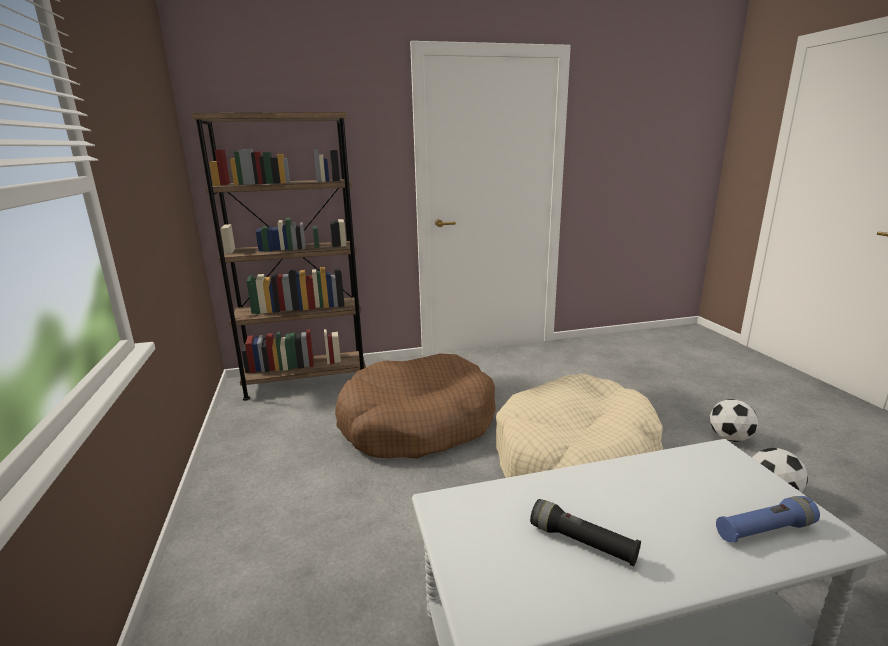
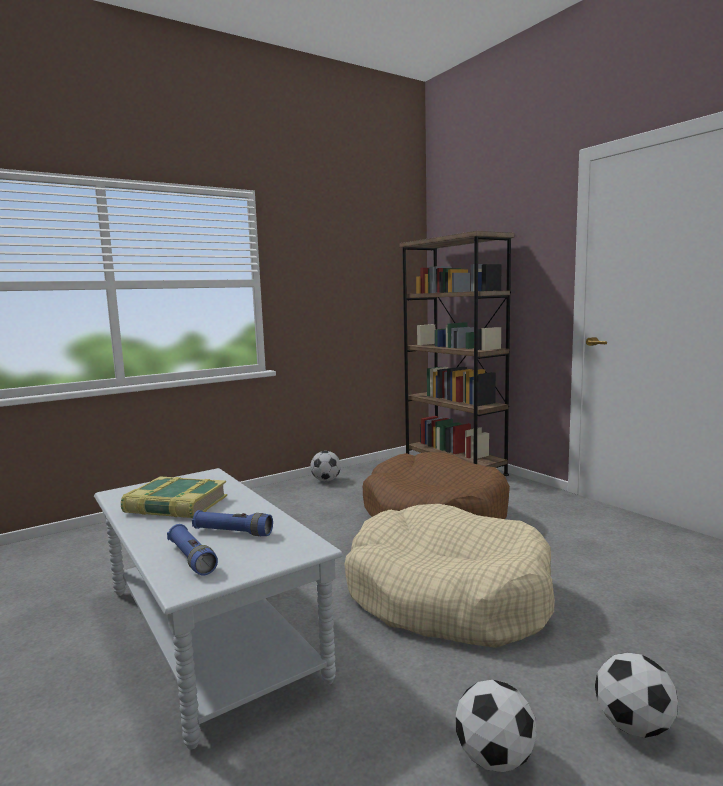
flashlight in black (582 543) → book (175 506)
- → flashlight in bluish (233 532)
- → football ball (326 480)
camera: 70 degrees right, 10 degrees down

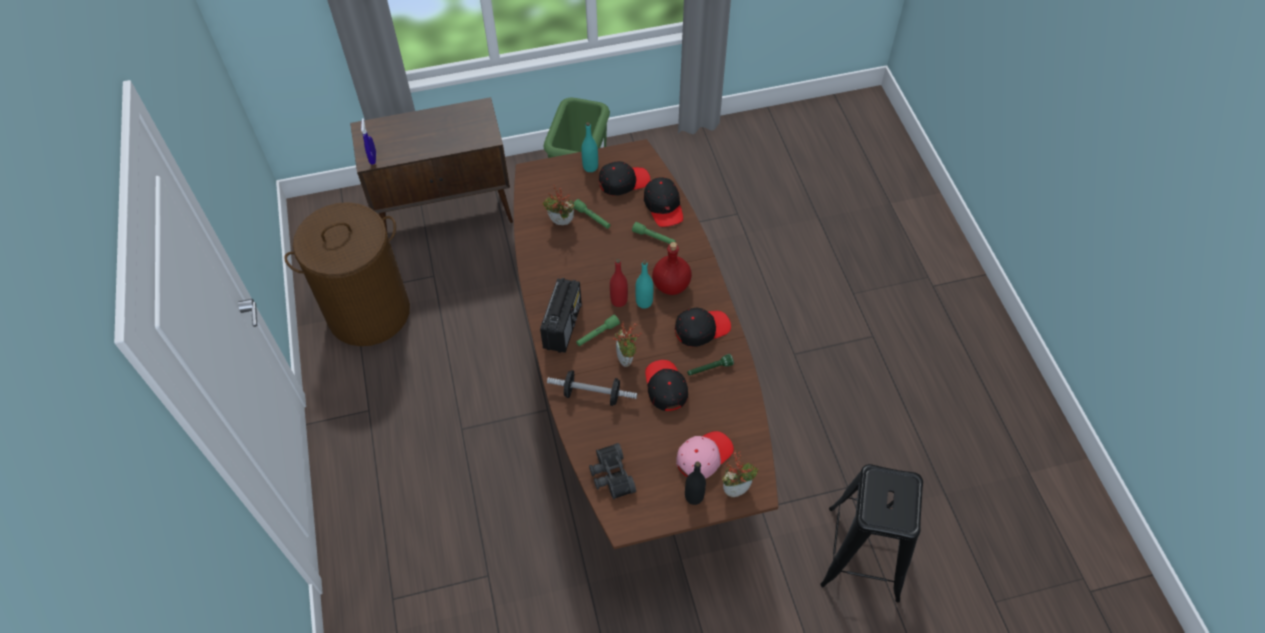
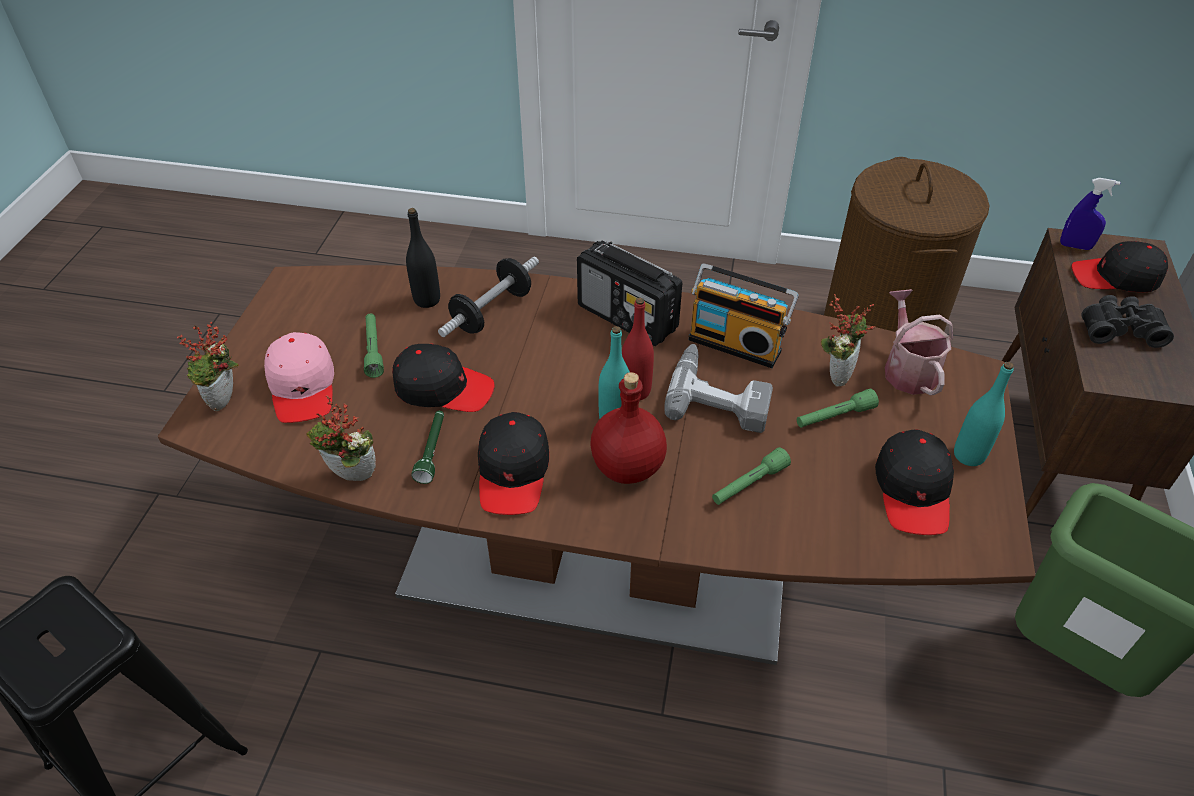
flashlight in greenish (597 334) → flashlight in greenish (373 350), moved
binoculars in black (610 476) → binoculars in black (1119 328), moved
houseplant (627 360) → houseplant (351 479), moved
cap in black (664 206) → cap in black (1115 277), moved
bottle in black (694 496) → bottle in black (427 300), moved
- → electric drill (719 395)
- → radio (736 343)
- → sprinkling can (907 369)
camera: 115 degrees right, 10 degrees down

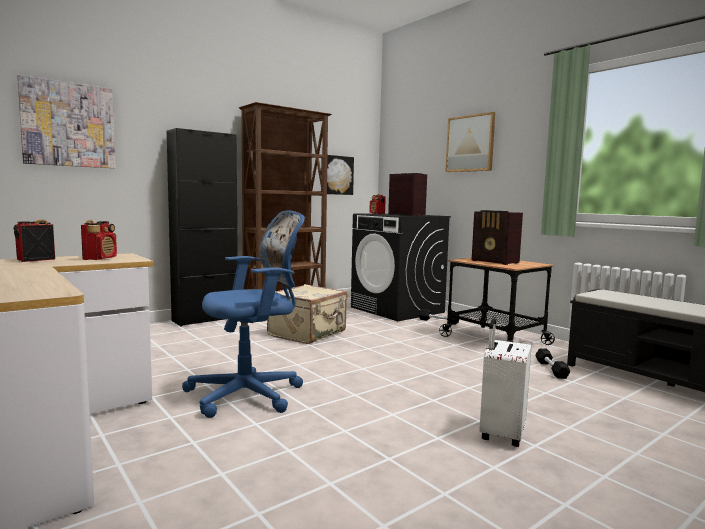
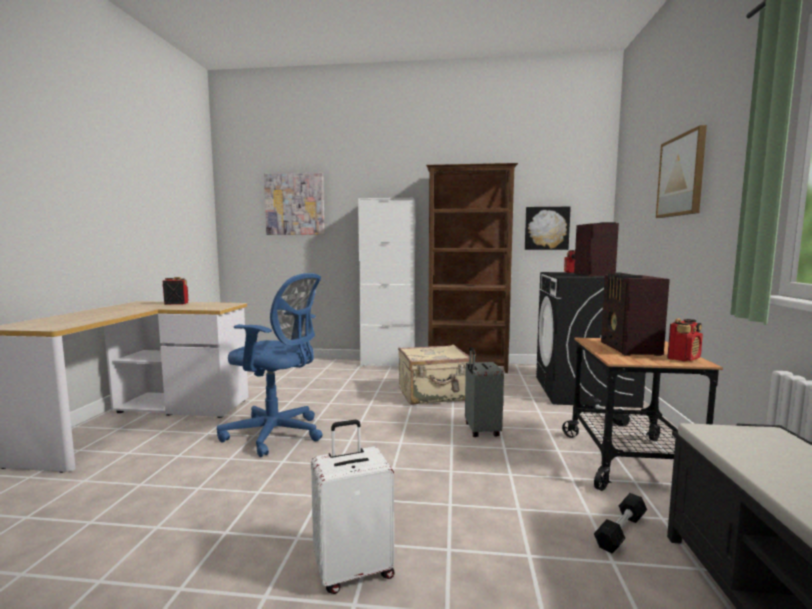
radio (100 258) → radio (684 358), moved
cupboard in black (205 319) → cupboard in white-coloured (388 363)
- → suitcase in grey (481 430)
camera: 45 degrees right, 0 degrees up

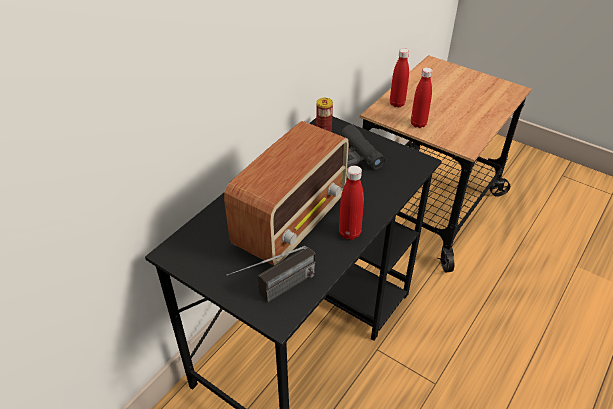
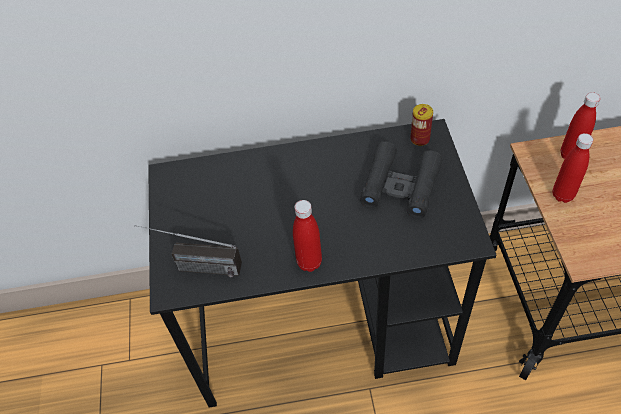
radio (292 221) → -
camera: 50 degrees right, 10 degrees up

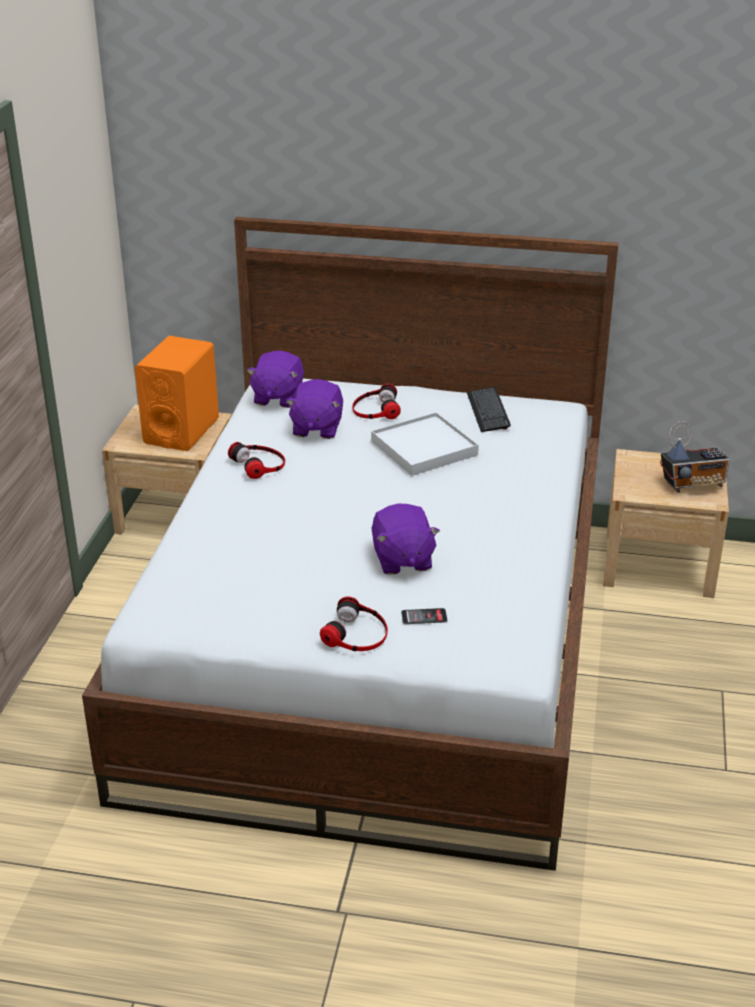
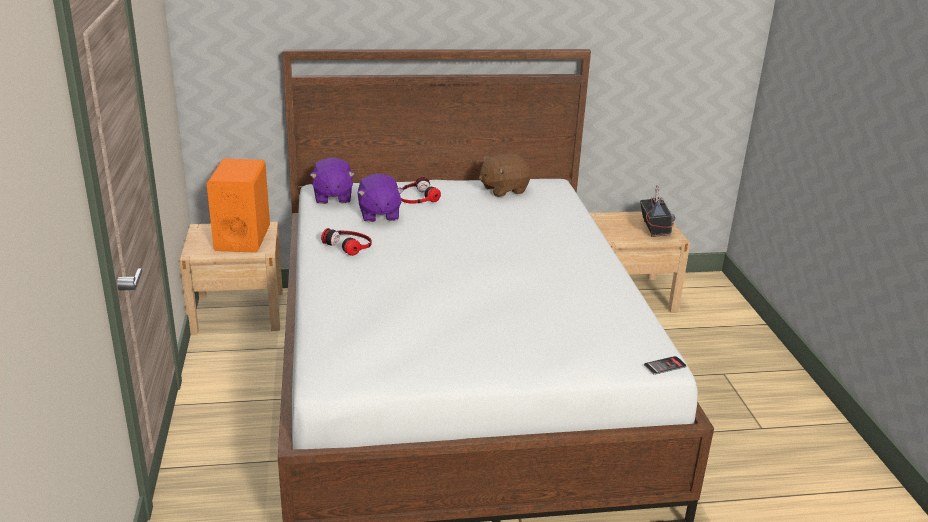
headphones (357 634) → -
serving tray in white-coloured (424 448) → -
soft toy in purple-coloured (402 560) → -
handset (424 617) → handset (665 366), moved
computer keyboard (488 411) → soft toy in brownish (503 189)
radio (693 484) → radio (654 229), 60 degrees counterclockwise
camera: 20 degrees left, 5 degrees down

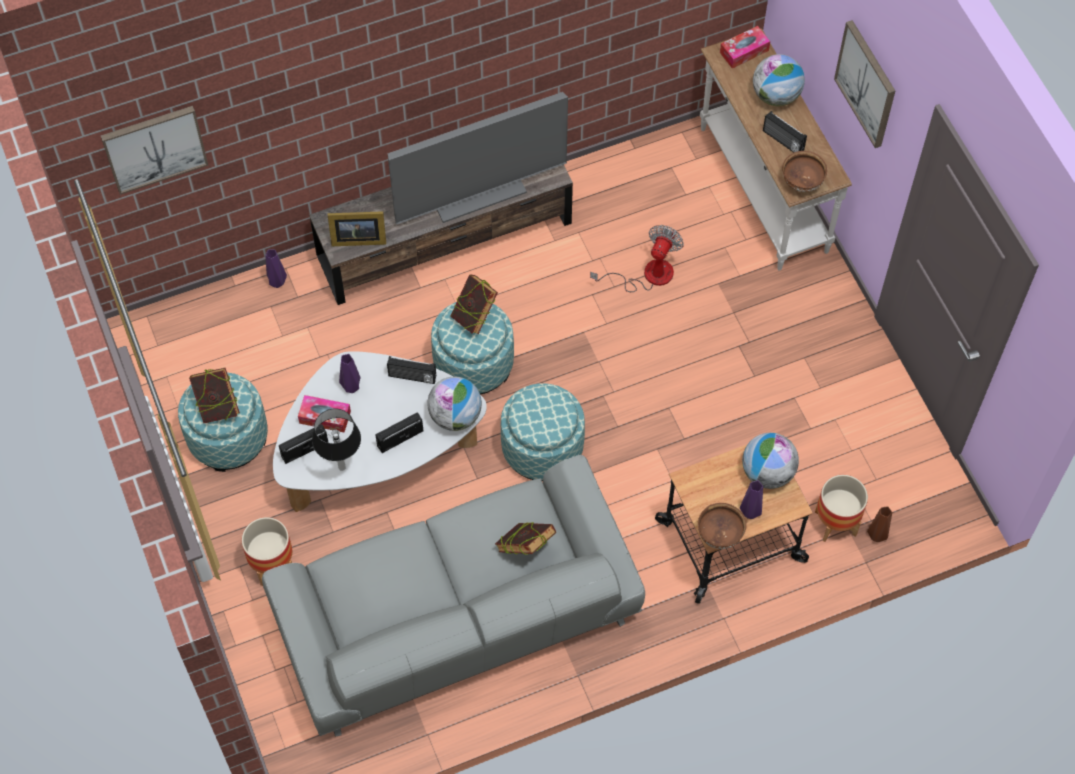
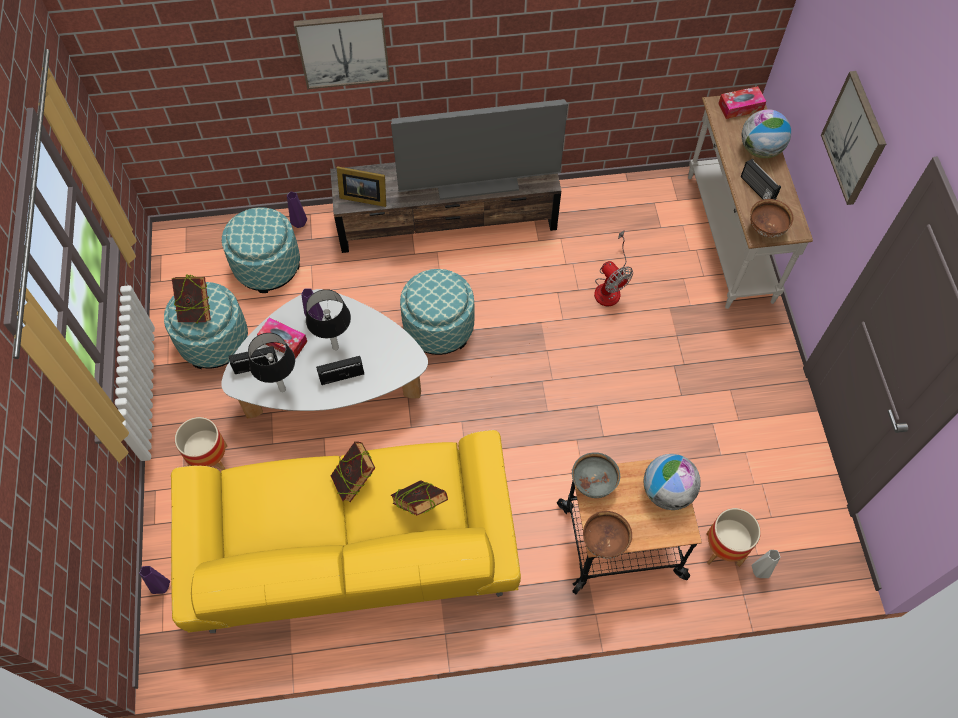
wall art (154 148) → wall art (343 50), moved
settee in grey (455 618) → settee in yellow-coloured (351 550)
radio (412 377) → -
world globe (455 416) → -
book (474 316) → book (355 480), moved
ottoman (542 448) → ottoman (267 266), moved
fan (647 275) → fan (609 286), 105 degrees clockwise
flower vase in purple-coloured (751 511) → flower vase in purple-coloured (162 586), moved
flower vase in brownish (876 535) → flower vase in grey (758 571)
- → table lamp (335 347)
- → serving bowl in grey (593 484)
camera: 15 degrees right, 0 degrees up

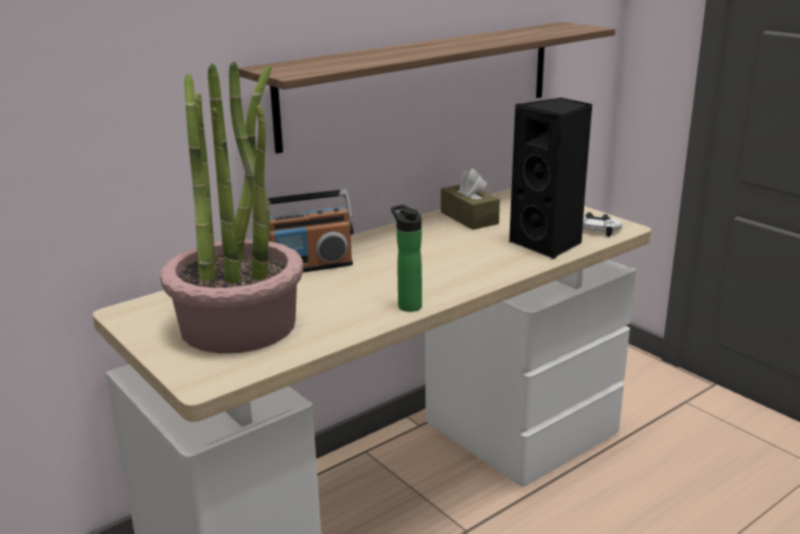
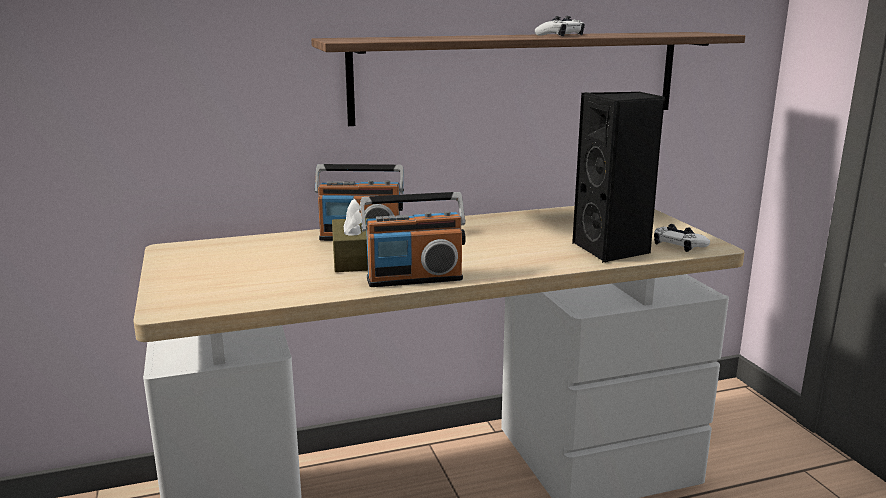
houseplant (239 324) → -
bottle (407 305) → radio (414 279)
box of tissues in brownish (469 218) → box of tissues in brownish (353 259), moved
- → game controller in white-coloured (560 35)
camera: 20 degrees right, 5 degrees down

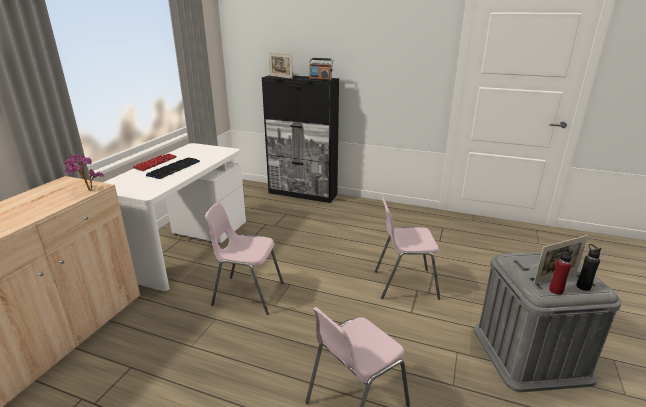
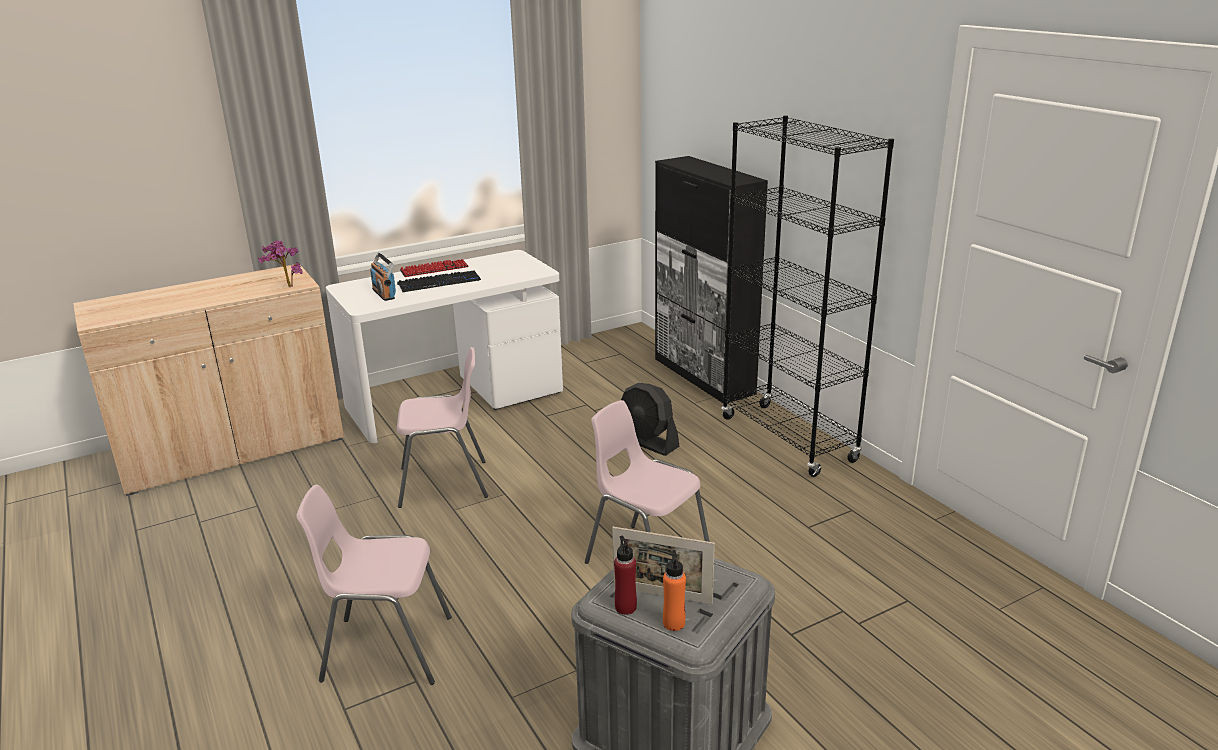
upright chair in pink (247 294) → upright chair in pink (445 483), 120 degrees clockwise
photo frame (281 77) → -
radio (320 79) → radio (384 294), moved
bottle in black (583 286) → bottle in orange (674 623)
- → fan in black (647 442)
- → bookcase in black (788 439)
camera: 40 degrees right, 0 degrees up

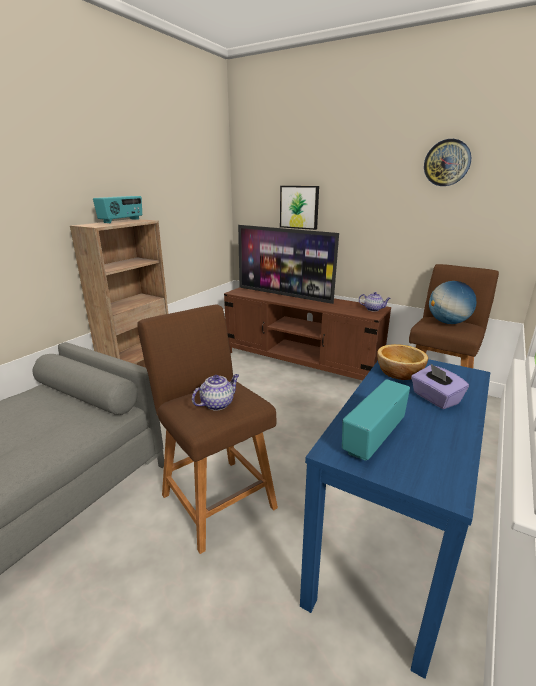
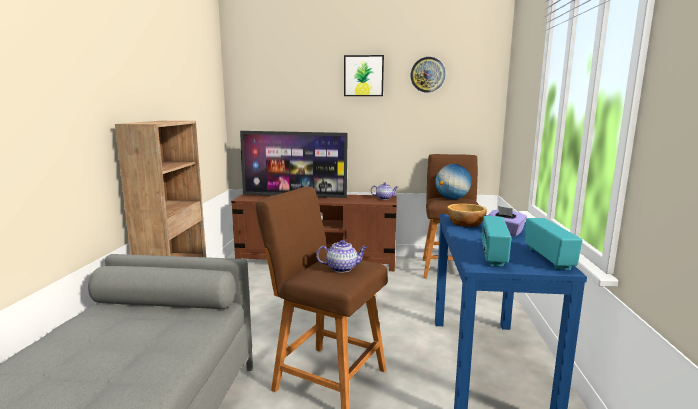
radio (122 221) → radio (549 258), moved
tea pot (217 404) → tea pot (342 268), 60 degrees clockwise
wall art (299 207) → wall art (363 76), moved
camera: 25 degrees left, 10 degrees down

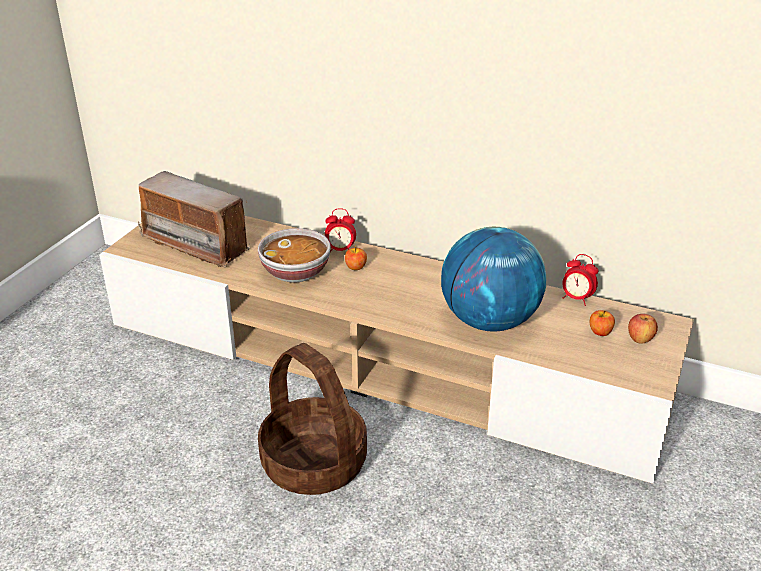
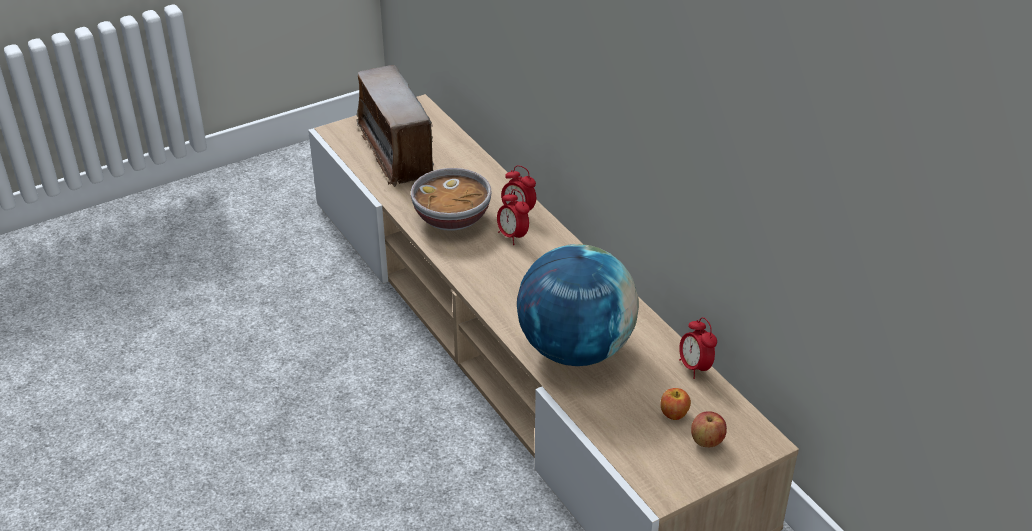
basket (313 463) → -
apple fruit (356 267) → alarm clock (513 236)
camera: 35 degrees right, 5 degrees up

